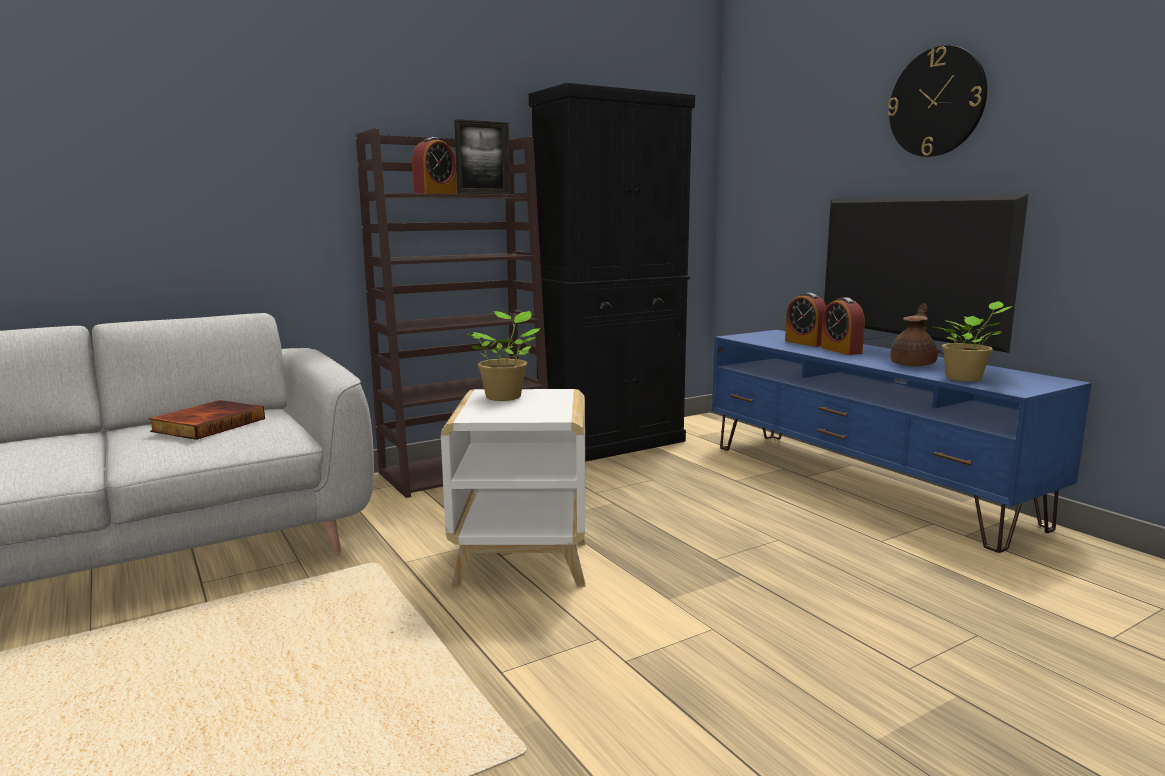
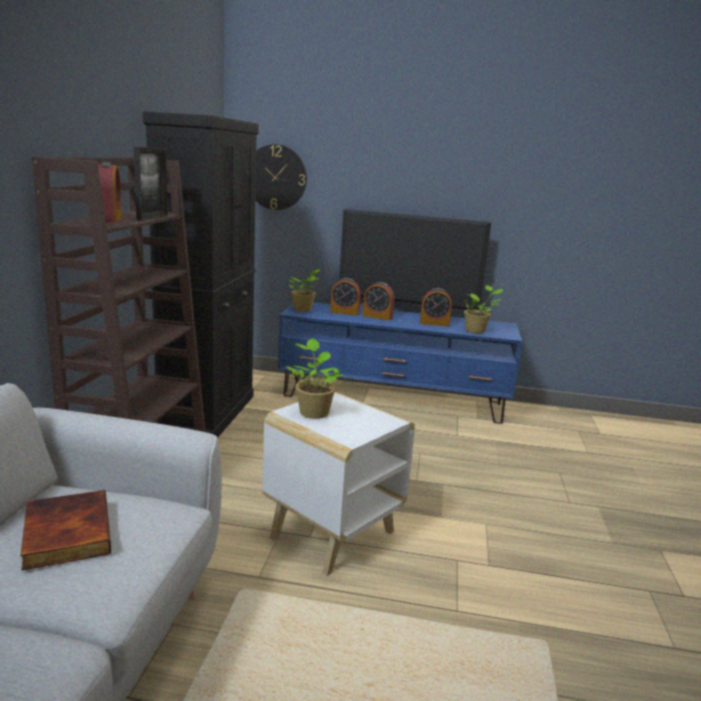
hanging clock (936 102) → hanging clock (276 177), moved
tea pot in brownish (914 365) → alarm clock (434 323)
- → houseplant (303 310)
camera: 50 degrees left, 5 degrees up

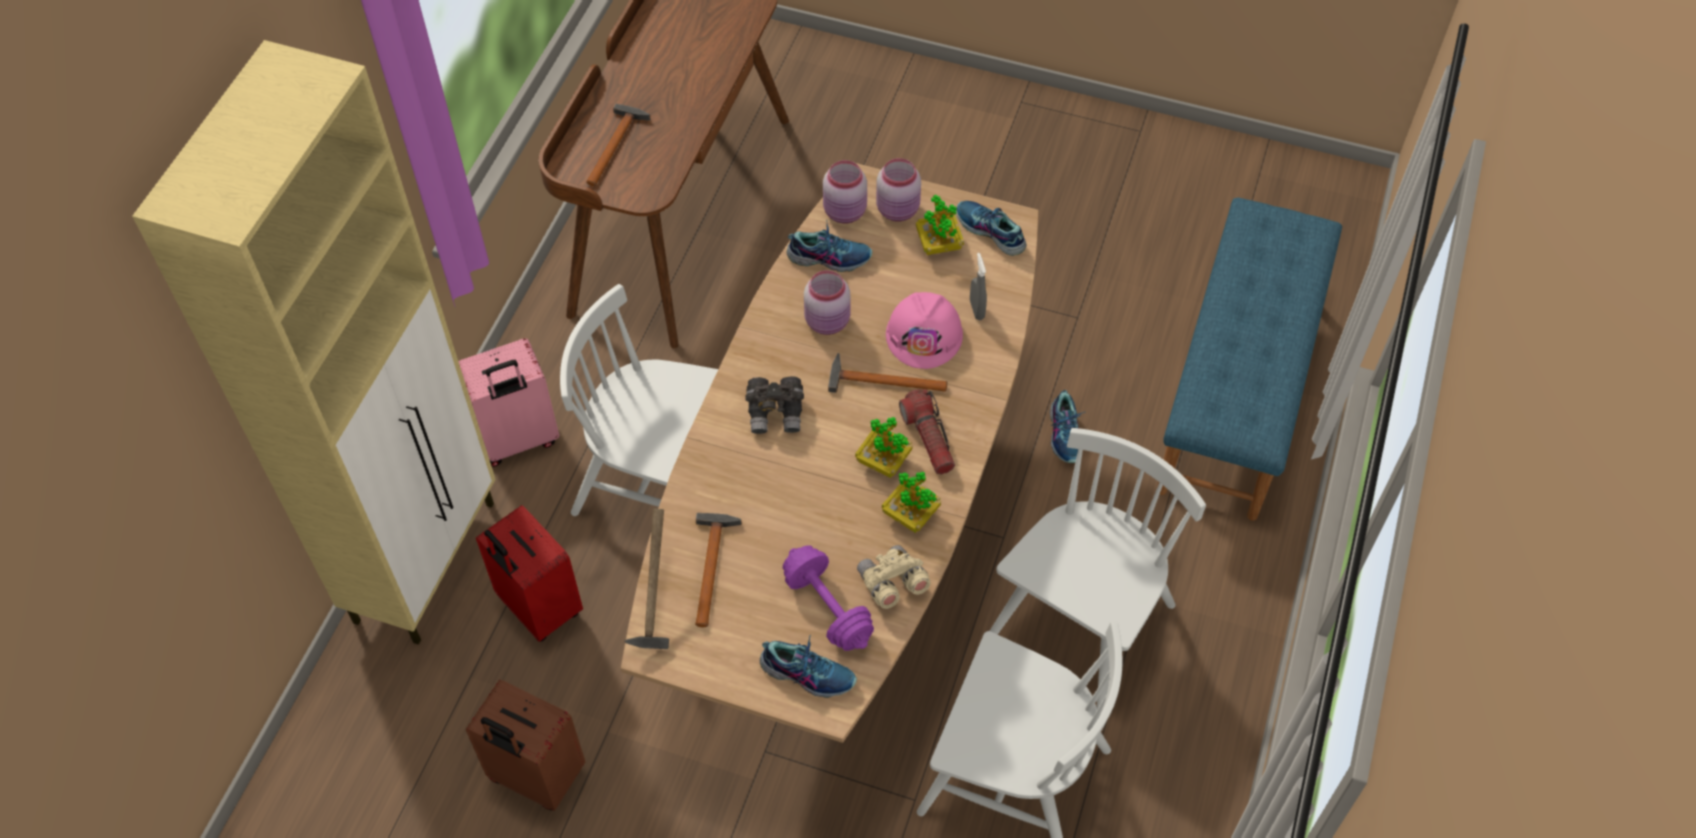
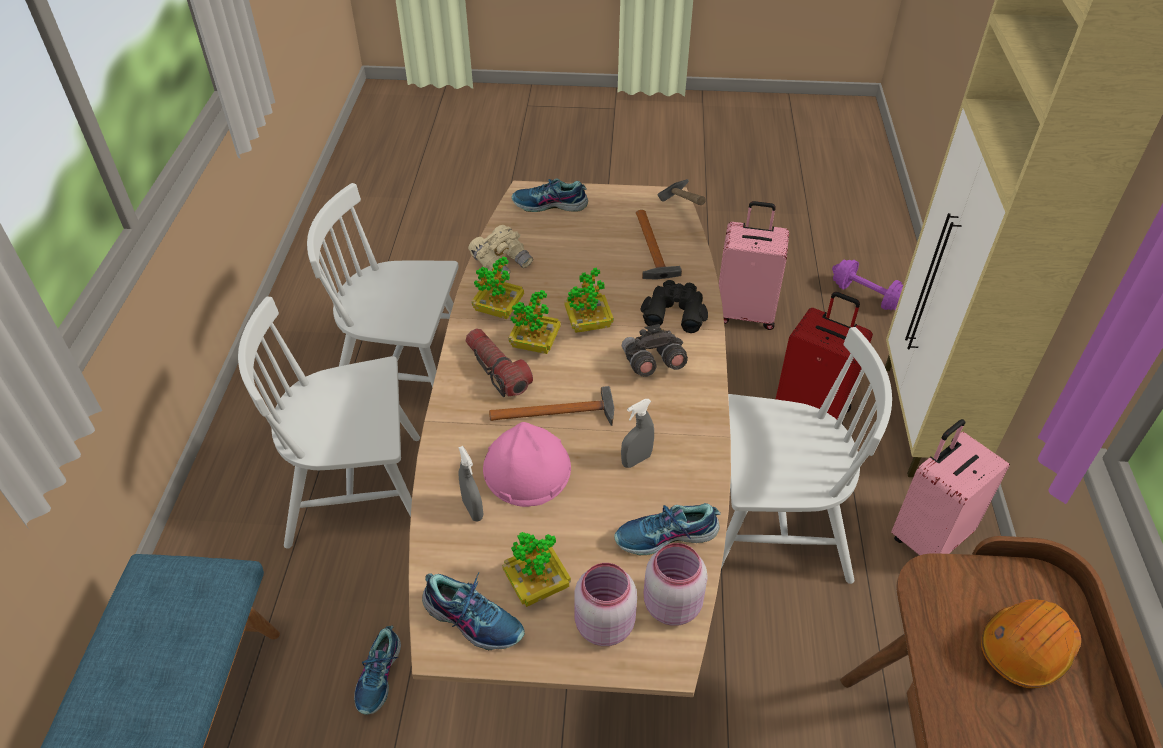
suitcase in brownish (535 777) → suitcase in pink (745 313)
hammer (616 144) → work helmet in orange (1026 649)
dumbbell in purple-coloured (828 609) → dumbbell in purple-coloured (866 296), moved
preserve jar in pink (828 322) → hand sprayer in grey (636 460)
upright chair in white-coloured (1081 624) → upright chair in white-coloured (357 490), 60 degrees clockwise
item of footwear (1065 434) → item of footwear (380 676), 150 degrees counterclockwise
- → houseplant (588 324)
- → binoculars in black (675 311)
camera: 165 degrees right, 10 degrees down

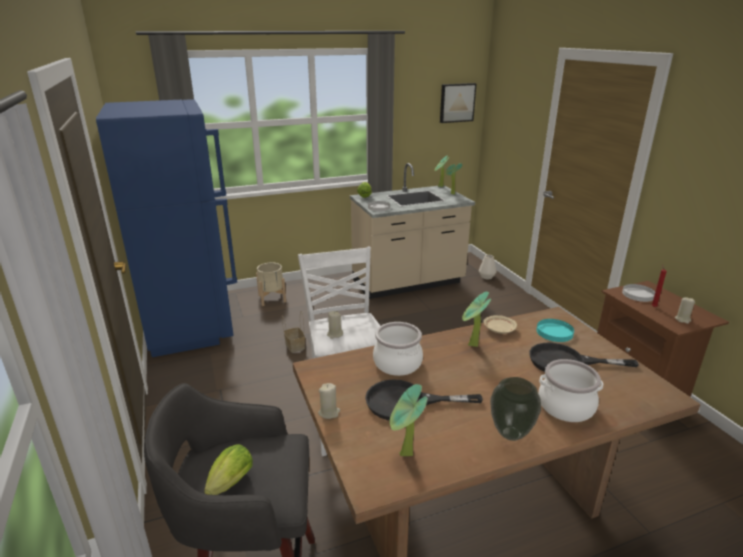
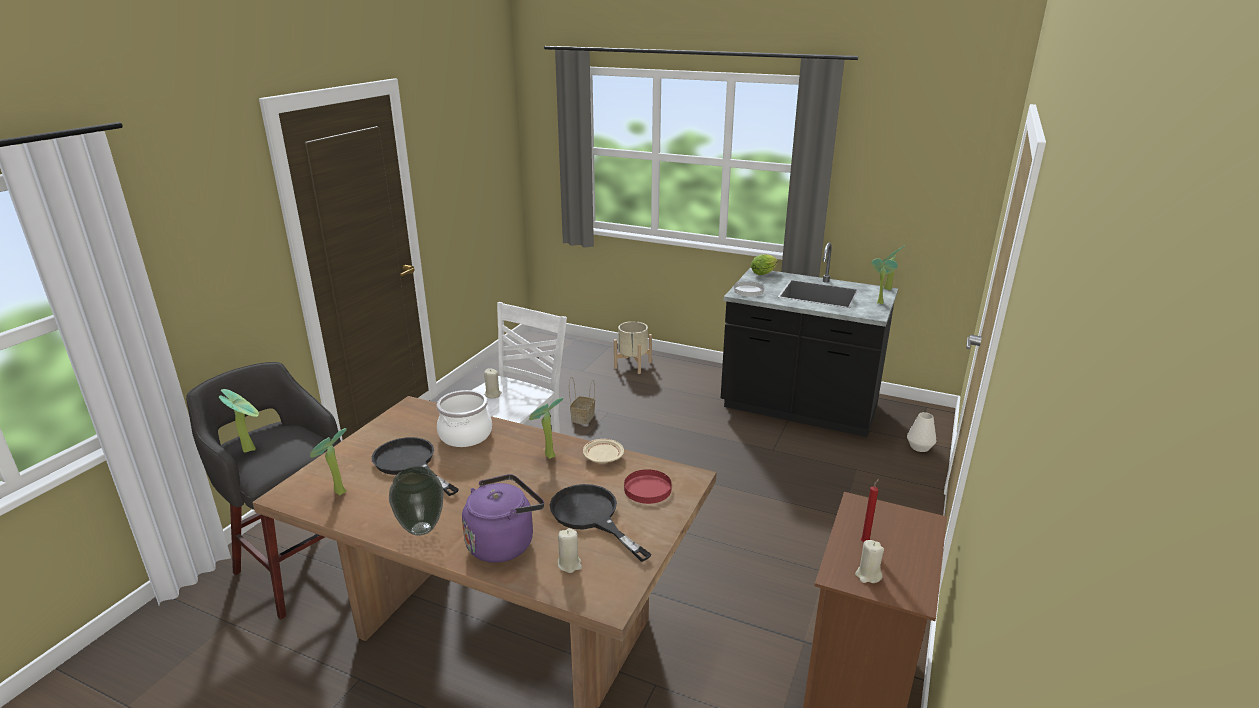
fridge in bluish (190 326) → -
lettuce head (229 485) → houseplant (251 448)
candle in beige-coloured (329 412) → candle in beige-coloured (569 564), moved
kitchen base unit in beige-coloured (408 283) → kitchen base unit in black (798 410)
wall art (456 102) → -
dinner plate in blue-green (554 332) → dinner plate in red (647 489)
cooking pot (565 406) → tea kettle in purple-coloured (504 542)
dinner plate in white-coloured (638 294) → -
camera: 45 degrees right, 0 degrees up

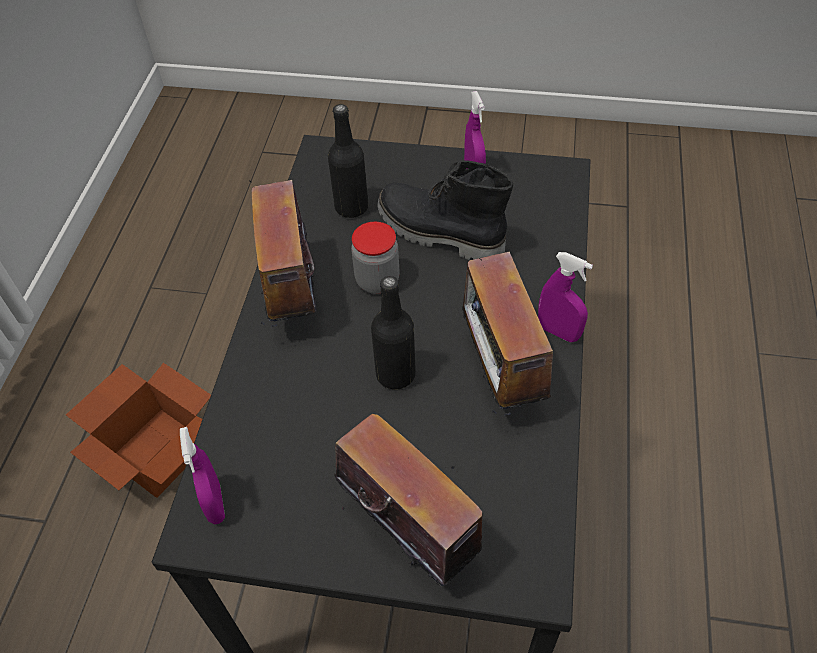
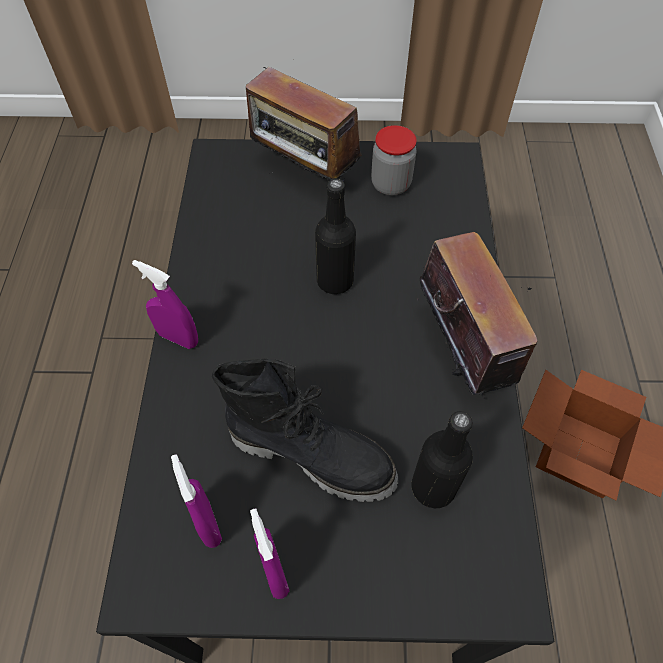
hand sprayer in purple-coloured (215 503) → hand sprayer in purple-coloured (208 523), moved
preserve jar (377 281) → preserve jar (391 184), moved
radio (499 374) → -
camera: 170 degrees right, 5 degrees up

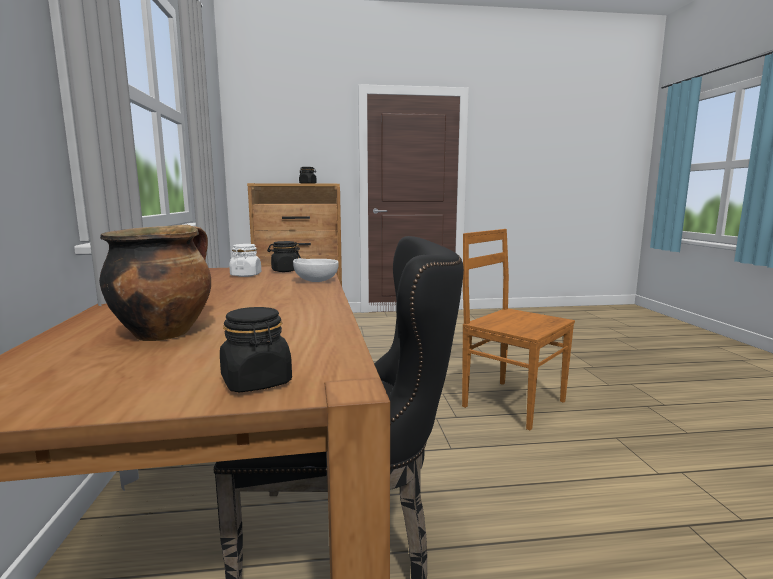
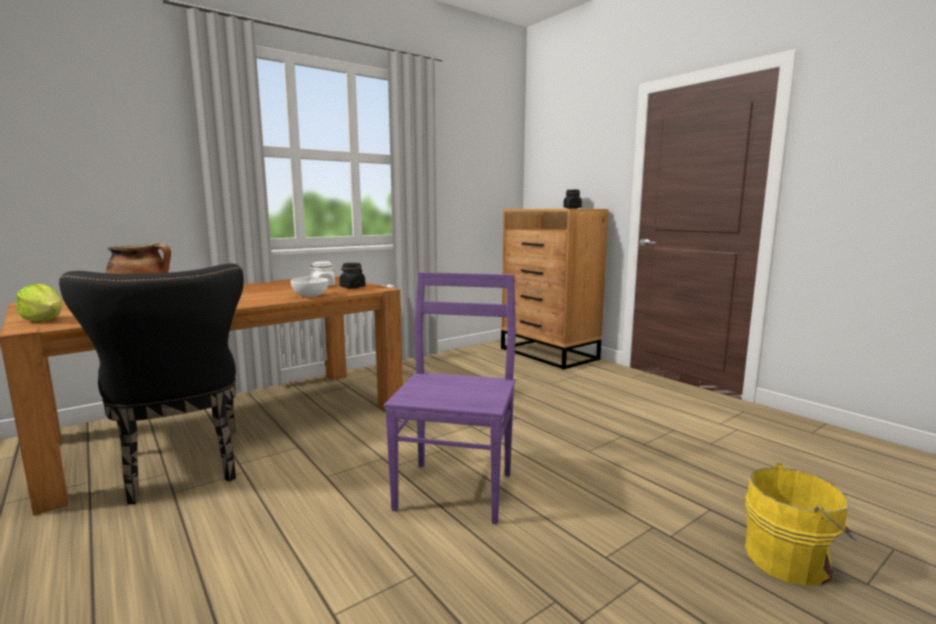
preserve jar in black (256 382) → lettuce head (44 320)
upright chair in brownish (511 402) → upright chair in purple-coloured (456 489)
- → bucket in yellow-coloured (791 559)
camera: 60 degrees right, 0 degrees up

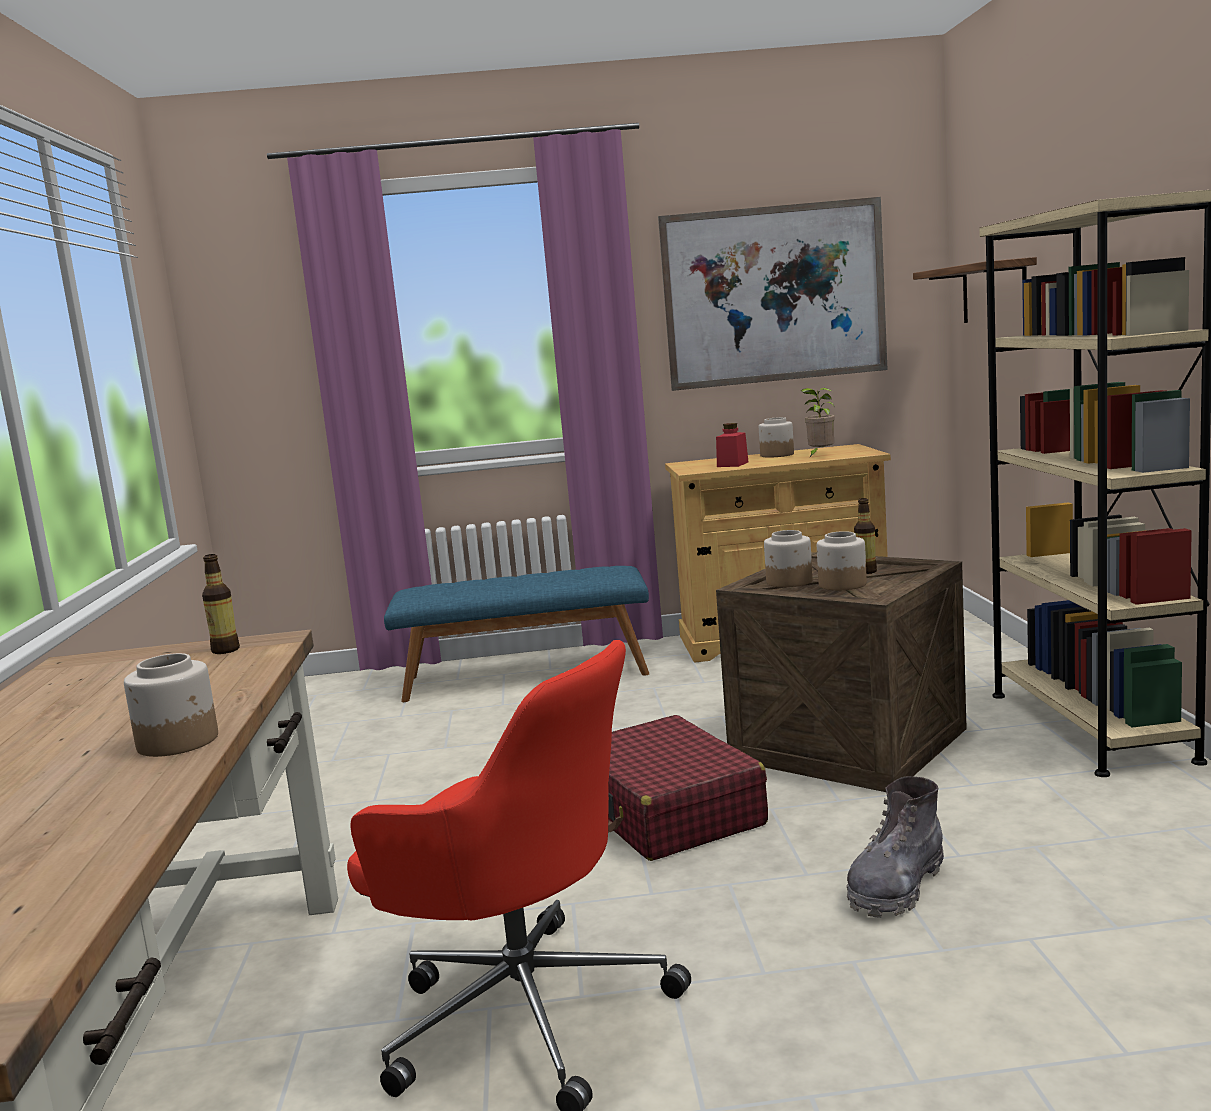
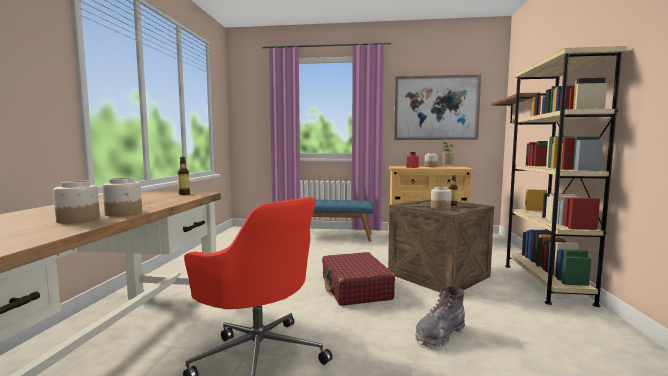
preserve jar (789 582) → preserve jar (78 220), moved
camera: 10 degrees right, 5 degrees down

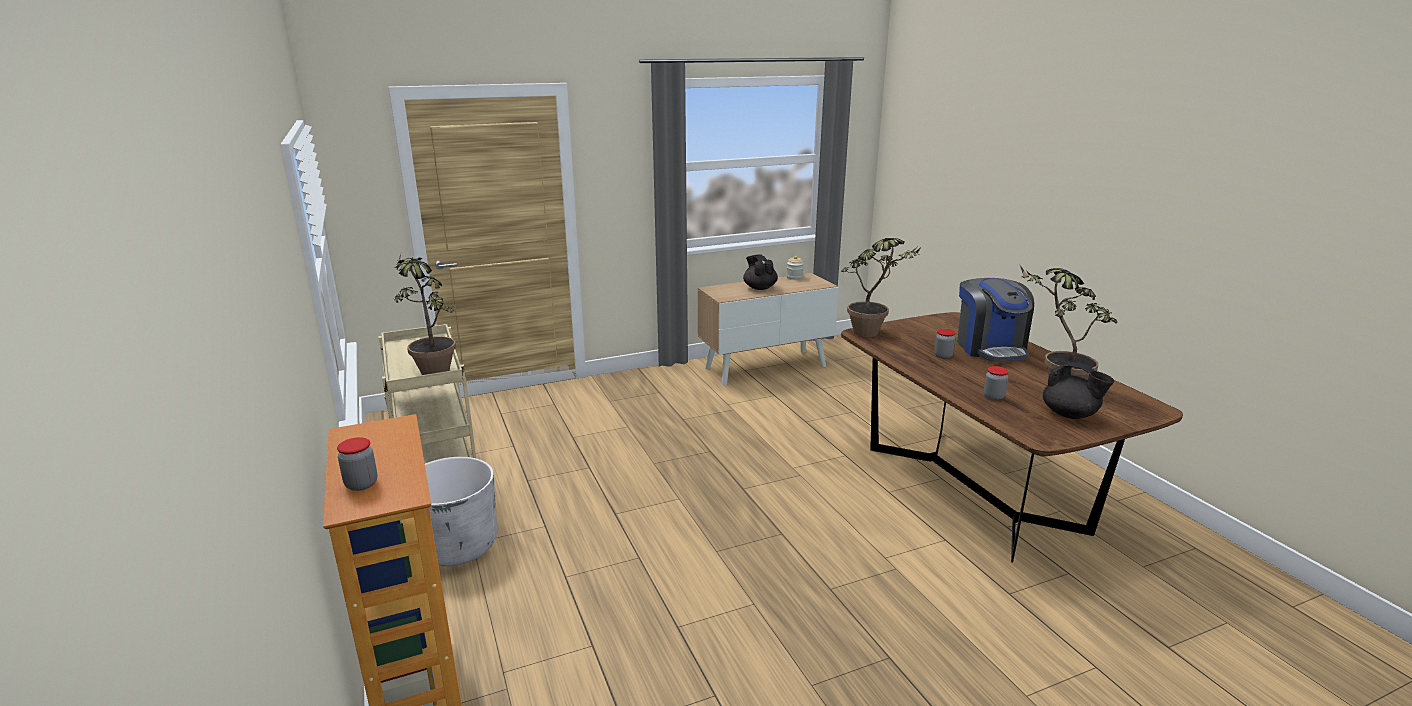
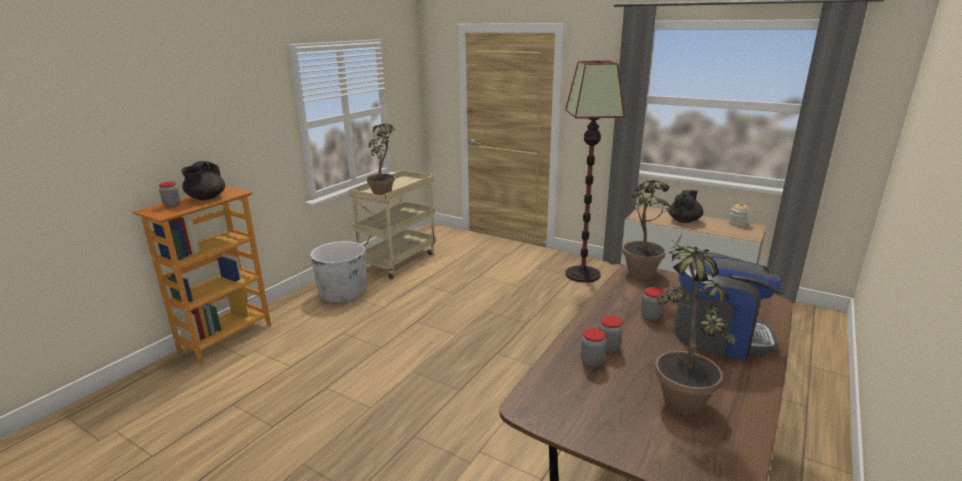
coffee maker (990 348) → coffee maker (719 336), 120 degrees counterclockwise
tea pot in black (1070 414) → tea pot in black (206 198), moved
- → standard lamp (583 274)
- → preserve jar (608 348)
camera: 55 degrees right, 0 degrees up

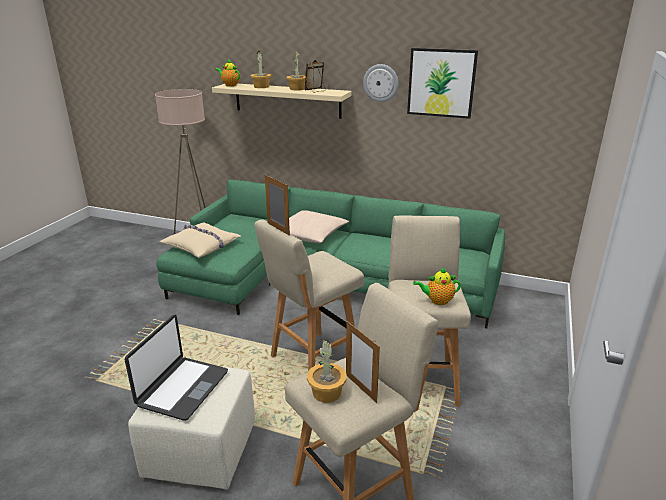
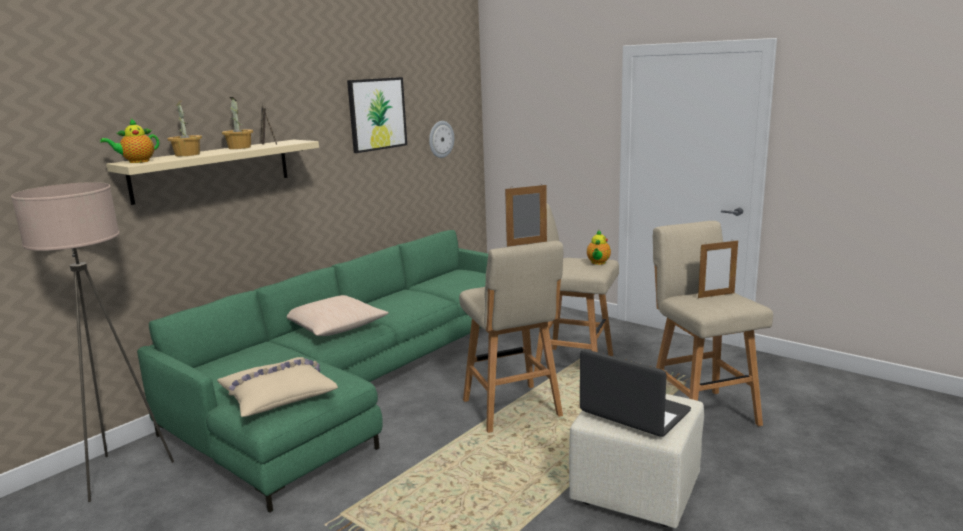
houseplant (326 393) → -
hanging clock (381 83) → hanging clock (440 139), moved
camera: 70 degrees left, 10 degrees down

